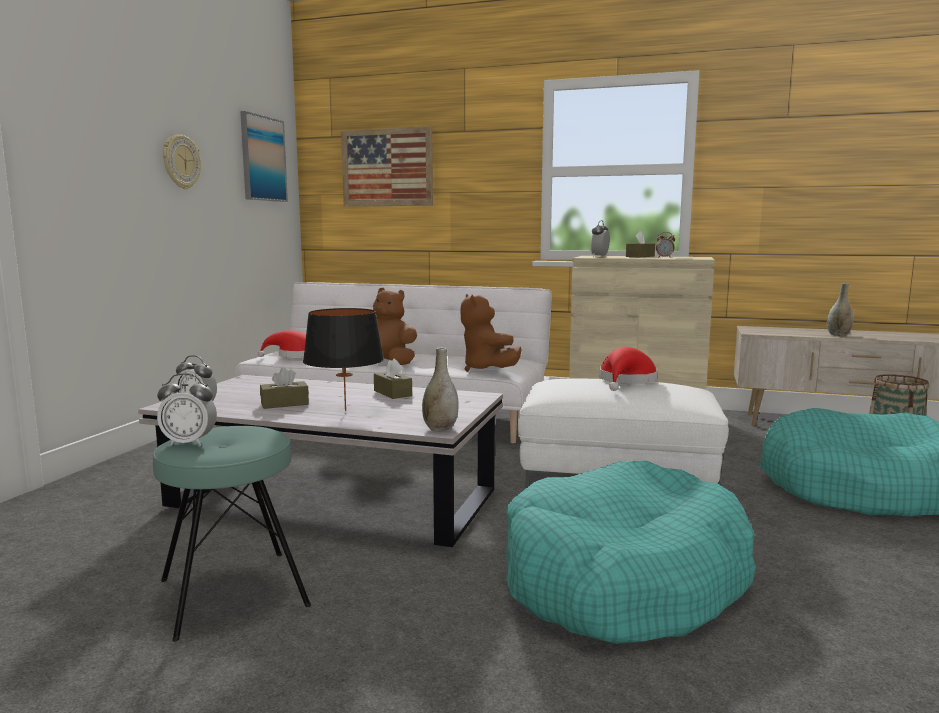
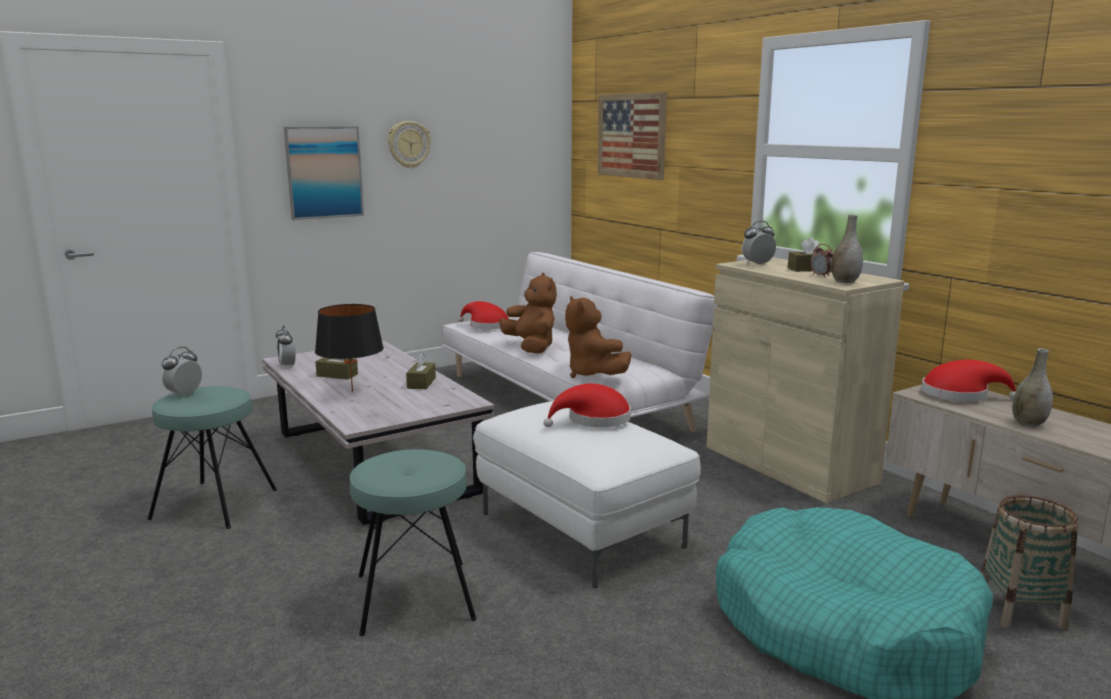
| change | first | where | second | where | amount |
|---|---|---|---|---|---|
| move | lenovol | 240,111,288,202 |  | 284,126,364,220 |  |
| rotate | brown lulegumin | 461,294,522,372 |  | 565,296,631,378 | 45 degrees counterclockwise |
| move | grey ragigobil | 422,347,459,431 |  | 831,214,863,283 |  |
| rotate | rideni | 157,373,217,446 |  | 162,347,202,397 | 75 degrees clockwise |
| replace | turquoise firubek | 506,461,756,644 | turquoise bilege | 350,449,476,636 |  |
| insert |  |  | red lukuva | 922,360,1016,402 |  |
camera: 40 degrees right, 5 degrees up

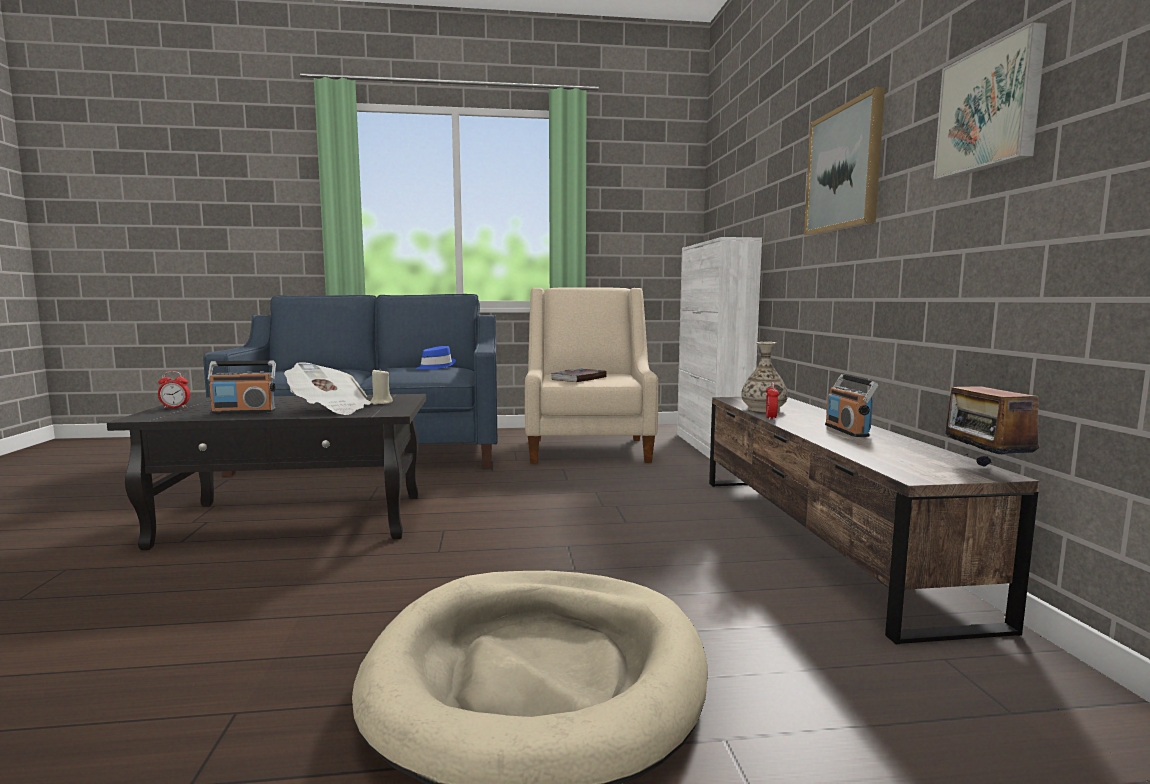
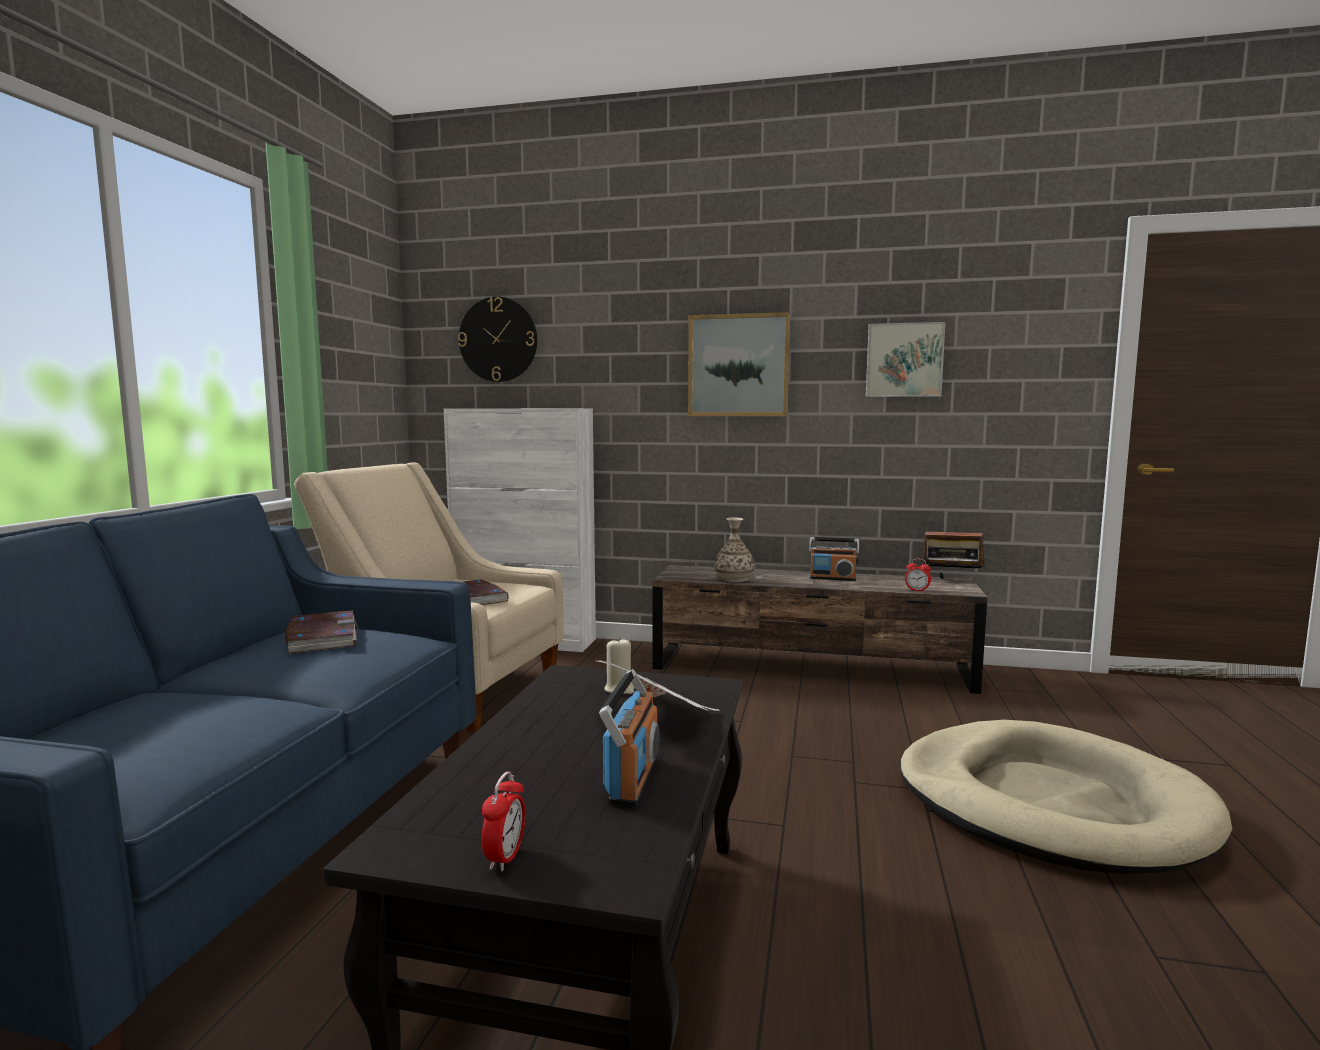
| change | first | where | second | where | amount |
|---|---|---|---|---|---|
| replace | blue lukuva | 416,346,456,369 | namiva | 285,611,358,653 |  |
| move | rideni | 766,382,779,420 |  | 905,558,931,592 |  |
| insert |  |  | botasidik | 458,296,537,382 |  |
camera: 70 degrees left, 0 degrees up

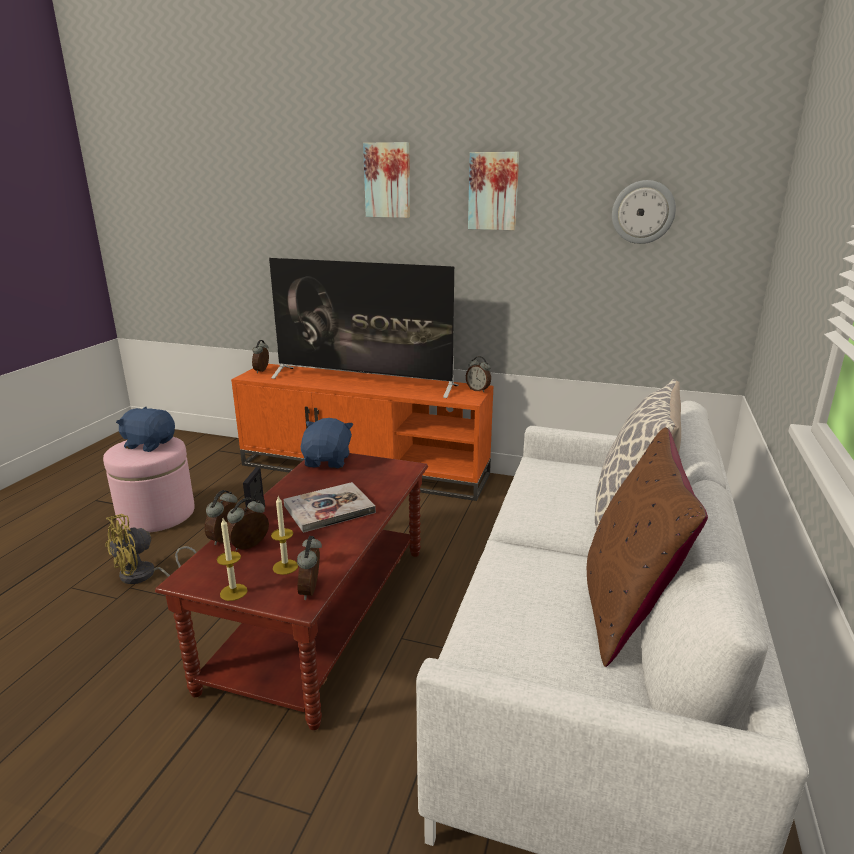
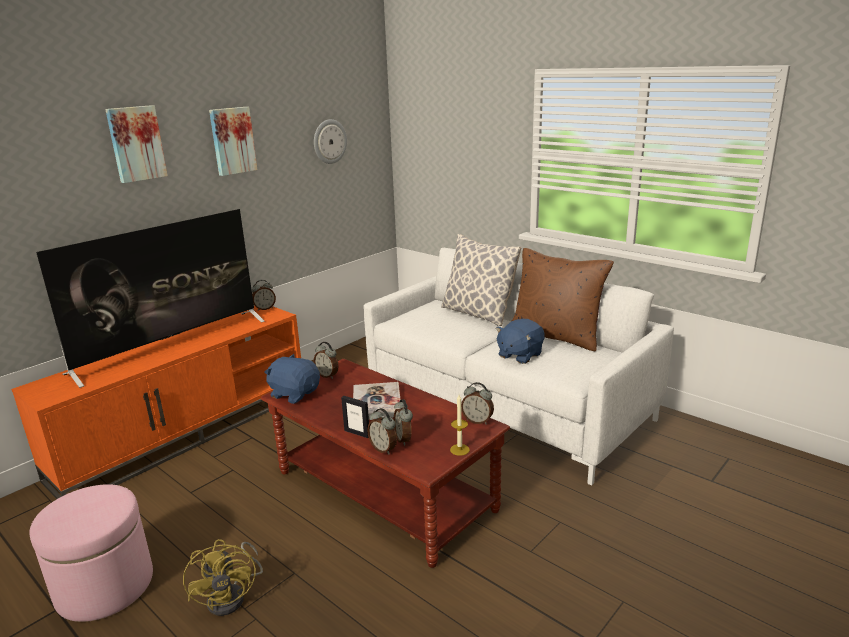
| change | first | where | second | where | amount |
|---|---|---|---|---|---|
| move | rideni | 252,340,269,373 |  | 314,342,339,379 |  |
| move | blue lulegumin | 116,407,175,452 |  | 495,319,545,364 |  |
| delete | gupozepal | 271,496,298,575 |  |  |  |
camera: 65 degrees left, 0 degrees up

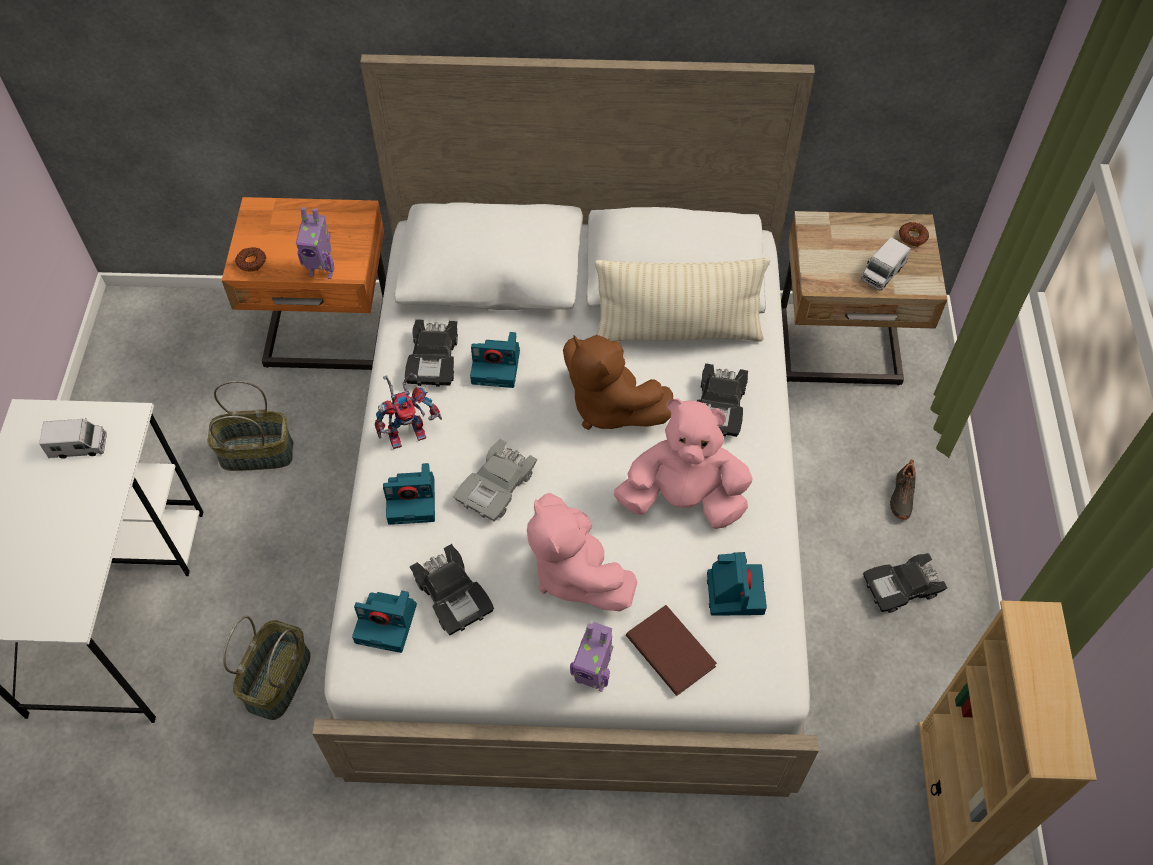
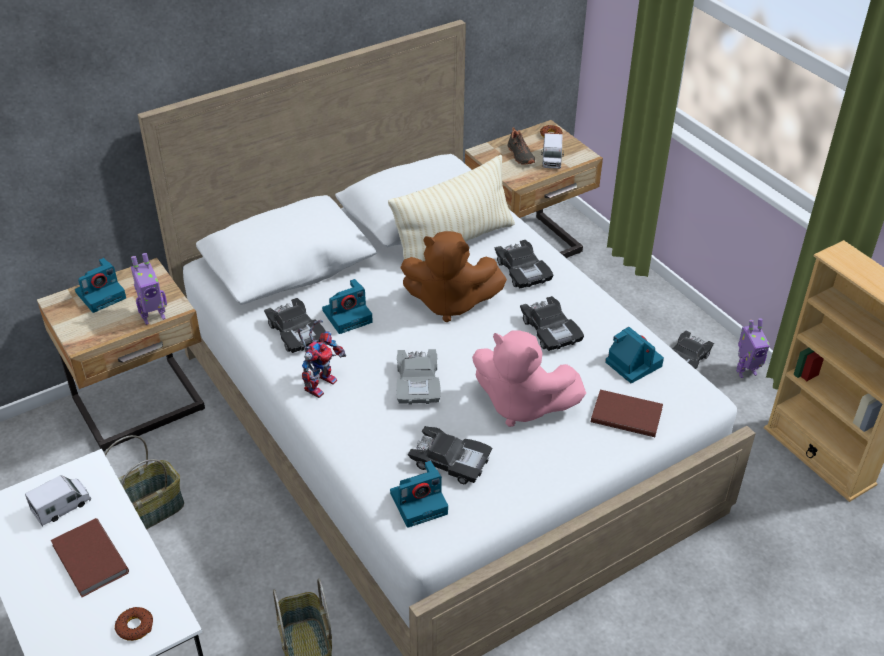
| change | first | where | second | where | amount |
|---|---|---|---|---|---|
| recolor | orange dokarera | 222,197,386,370 | beige dokarera | 37,258,205,451 |  |
| move | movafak | 235,247,266,272 |  | 115,607,153,641 |  |
| replace | pink lulegumin | 614,398,753,529 | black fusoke | 520,296,584,351 |  |
| move | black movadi | 890,459,916,520 |  | 508,127,535,165 |  |
| move | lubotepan | 383,463,435,525 |  | 75,258,126,313 |  |
| move | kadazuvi | 570,622,613,692 |  | 736,318,770,378 |  |
| insert |  |  | brown namiva | 51,518,129,597 |  |
camera: 35 degrees left, 15 degrees down

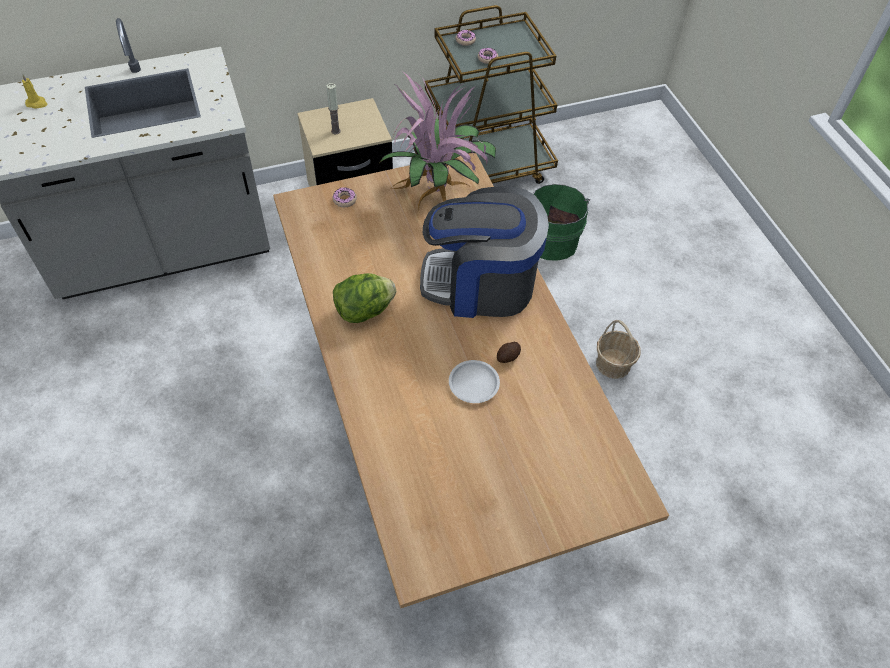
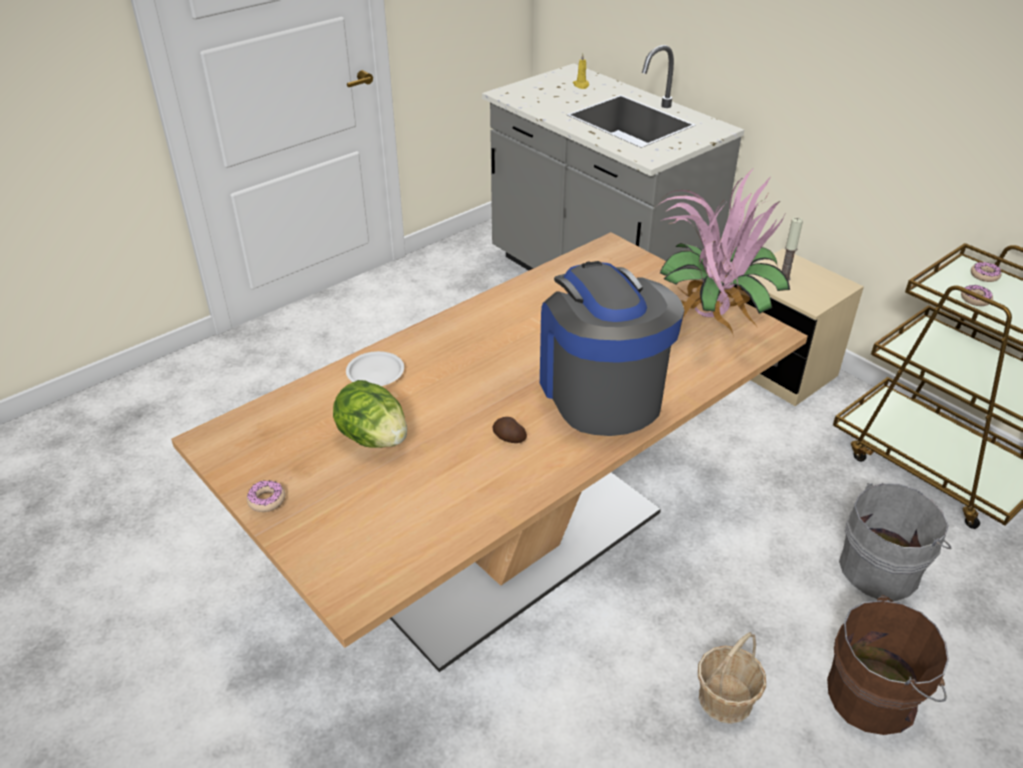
| change | first | where | second | where | amount |
|---|---|---|---|---|---|
| recolor | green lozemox | 533,184,590,261 | grey lozemox | 839,483,951,601 |  |
| move | movafak | 333,187,357,207 |  | 247,480,286,512 |  |
| move | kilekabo | 333,273,396,323 |  | 333,380,407,448 |  |
| move | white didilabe | 449,360,500,403 |  | 346,351,404,386 |  |
| insert |  |  | brown lozemox | 827,595,949,735 |  |
camera: 70 degrees right, 15 degrees down

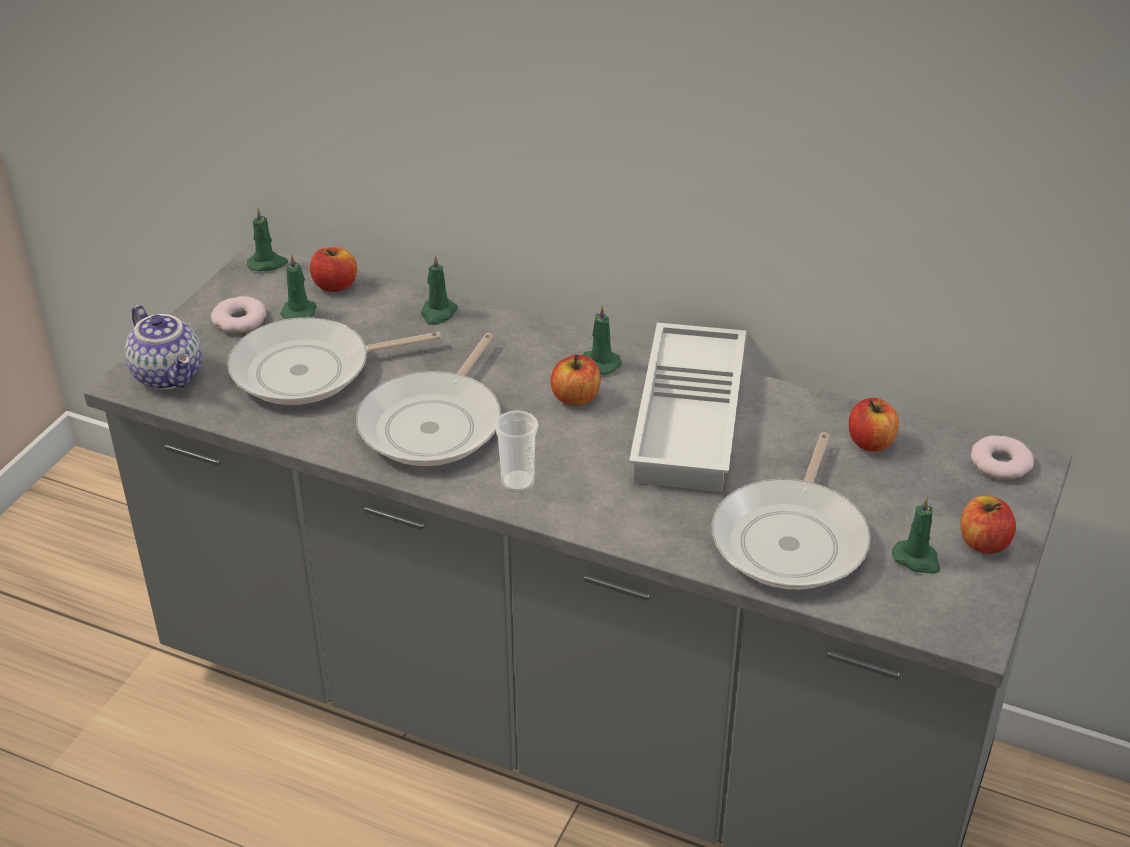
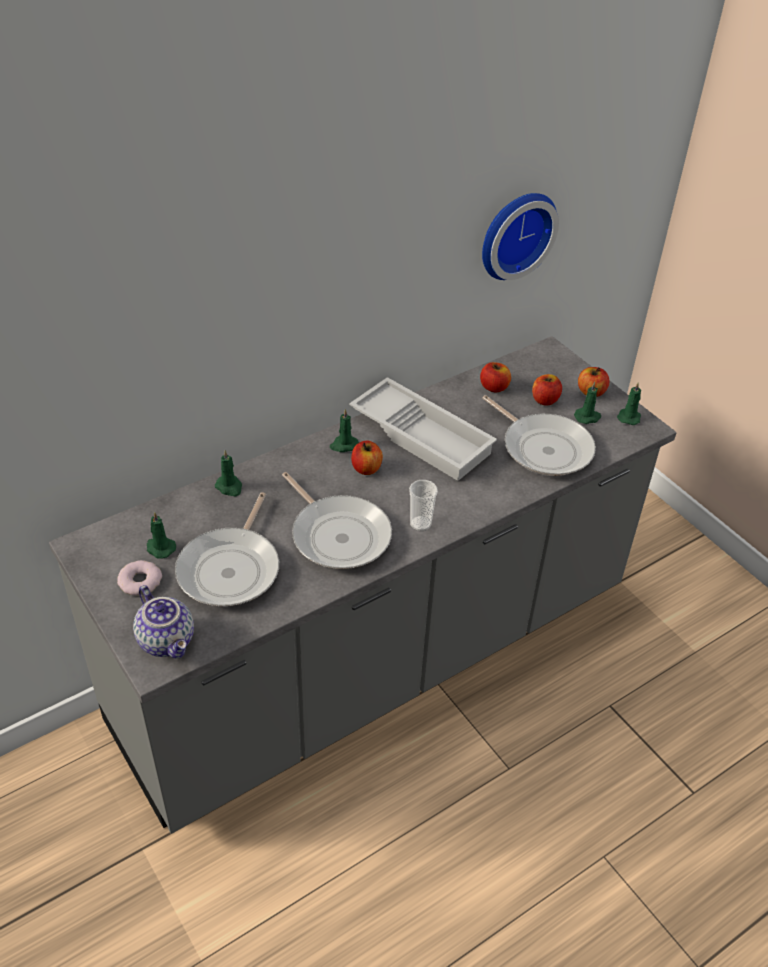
| change | first | where | second | where | amount |
|---|---|---|---|---|---|
| move | green gupozepal | 247,208,288,272 |  | 617,383,641,425 |  |
| move | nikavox | 310,247,357,292 |  | 532,374,562,406 |  |
| rotate | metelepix | 125,305,202,390 |  | 133,585,194,659 | 60 degrees clockwise |
| delete | movafak | 971,435,1034,480 |  |  |  |
| insert |  |  | botasidik | 482,193,559,280 |  |
camera: 60 degrees left, 5 degrees up

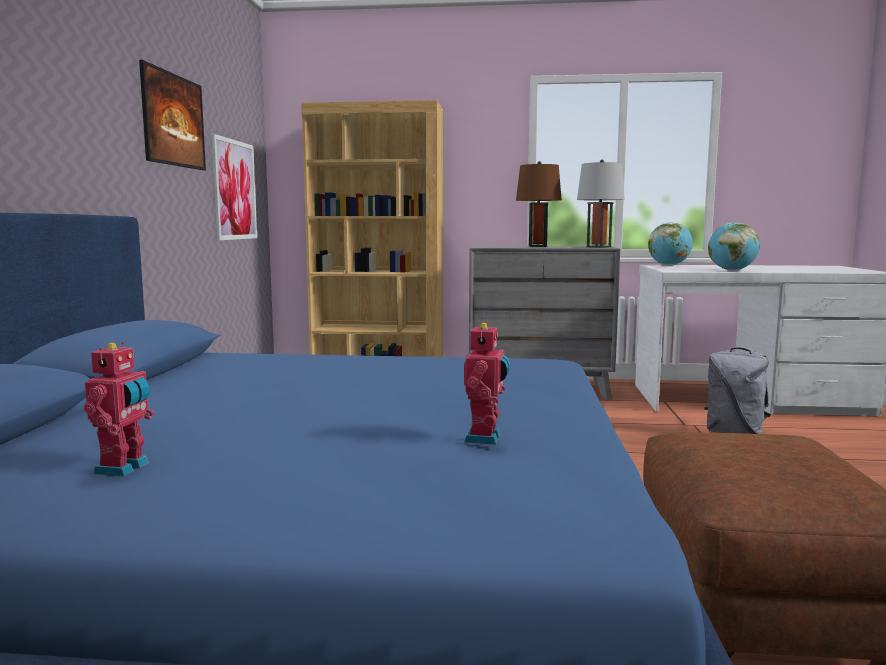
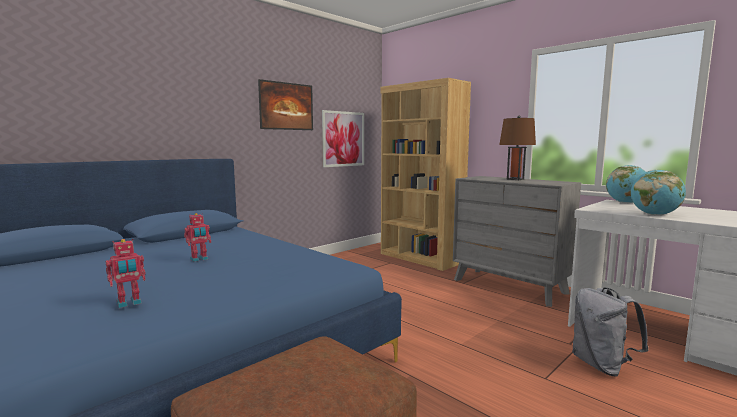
| change | first | where | second | where | amount |
|---|---|---|---|---|---|
| delete | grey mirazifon | 577,159,625,248 |  |  |  |
| move | kadazuvi | 84,342,154,477 |  | 184,213,211,262 |  |
camera: 40 degrees right, 0 degrees up

